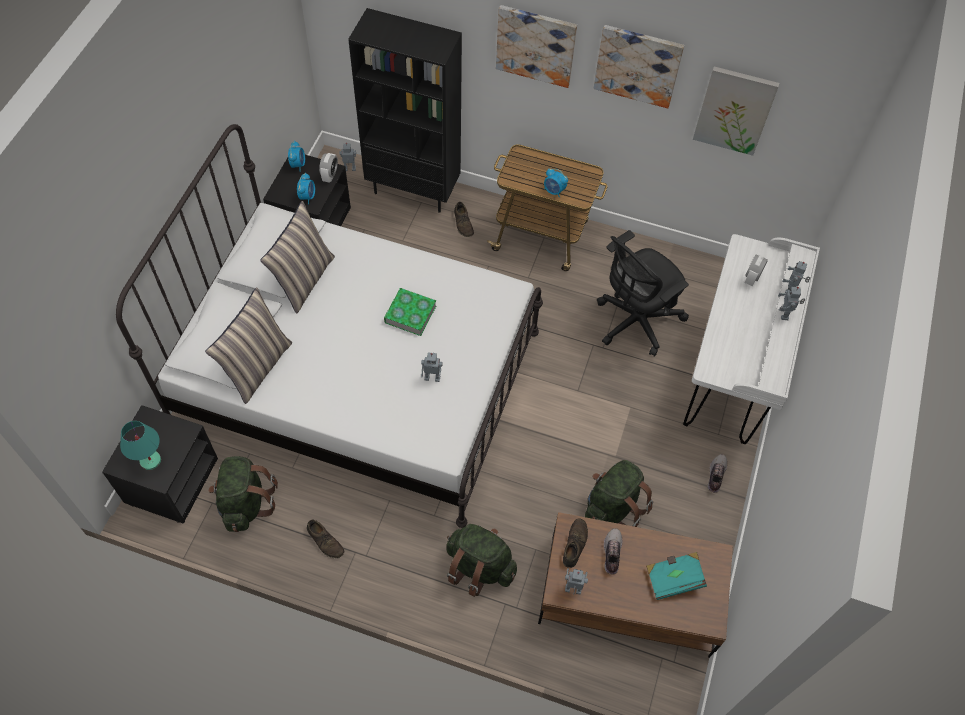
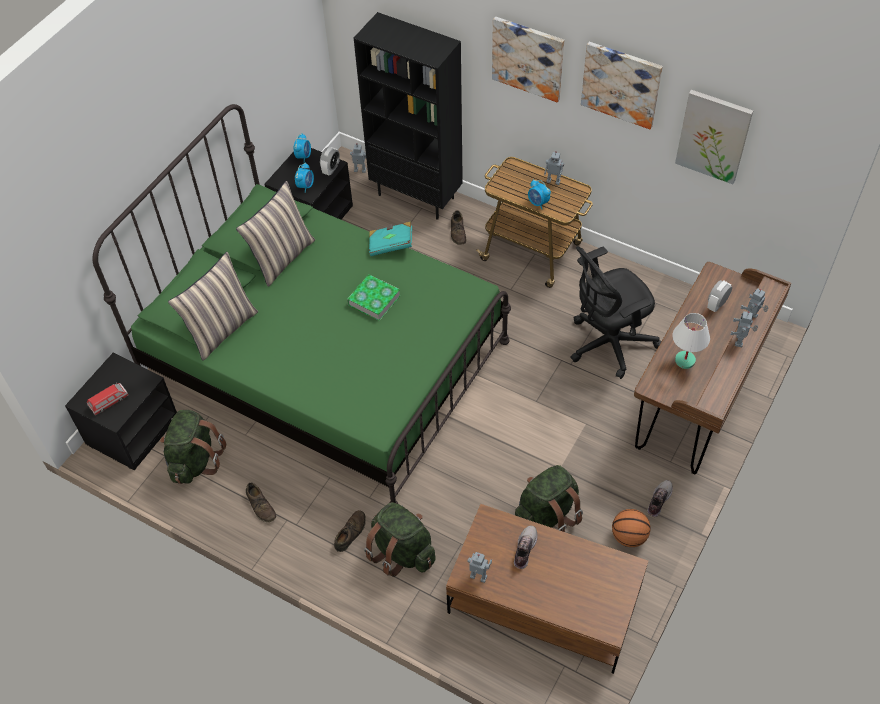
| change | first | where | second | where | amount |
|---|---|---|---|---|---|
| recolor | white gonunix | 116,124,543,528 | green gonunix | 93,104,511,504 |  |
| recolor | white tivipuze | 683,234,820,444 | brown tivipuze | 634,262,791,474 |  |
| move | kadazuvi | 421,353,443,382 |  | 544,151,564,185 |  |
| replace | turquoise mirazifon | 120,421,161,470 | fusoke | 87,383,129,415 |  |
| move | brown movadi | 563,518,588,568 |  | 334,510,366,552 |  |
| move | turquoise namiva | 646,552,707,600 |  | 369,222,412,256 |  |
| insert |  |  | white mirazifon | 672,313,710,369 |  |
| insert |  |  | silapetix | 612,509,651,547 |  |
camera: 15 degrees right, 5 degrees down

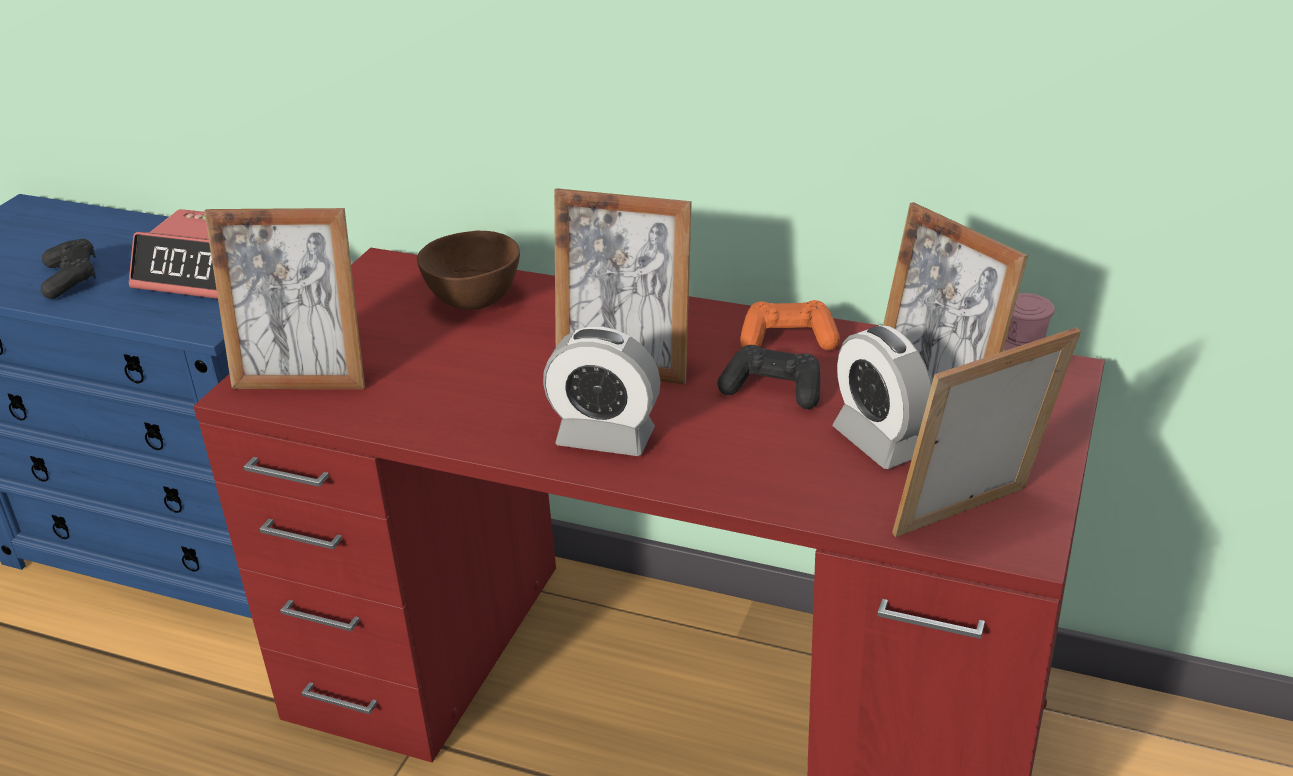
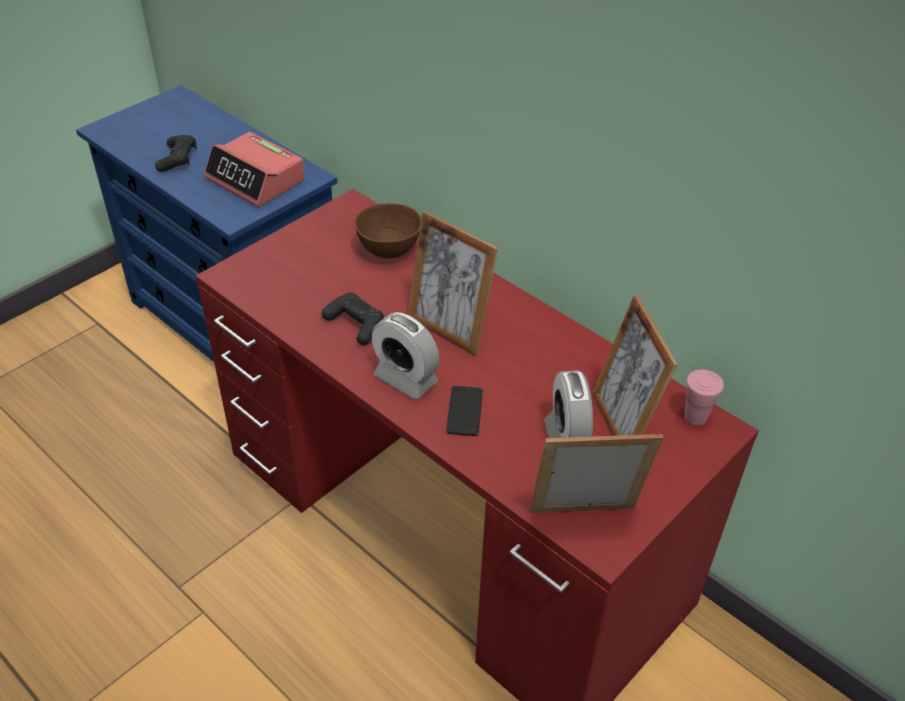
| change | first | where | second | where | amount |
|---|---|---|---|---|---|
| delete | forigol | 204,208,365,389 |  |  |  |
| delete | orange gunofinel | 740,300,840,350 |  |  |  |
| move | black gunofinel | 717,345,820,409 |  | 322,292,384,345 |  |
| insert |  |  | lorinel | 446,386,483,436 |  |
camera: 20 degrees right, 10 degrees up

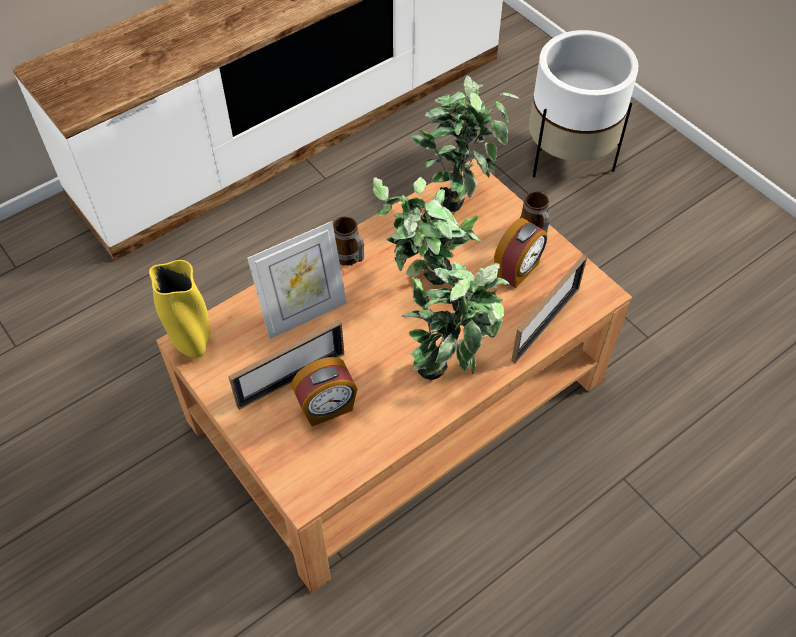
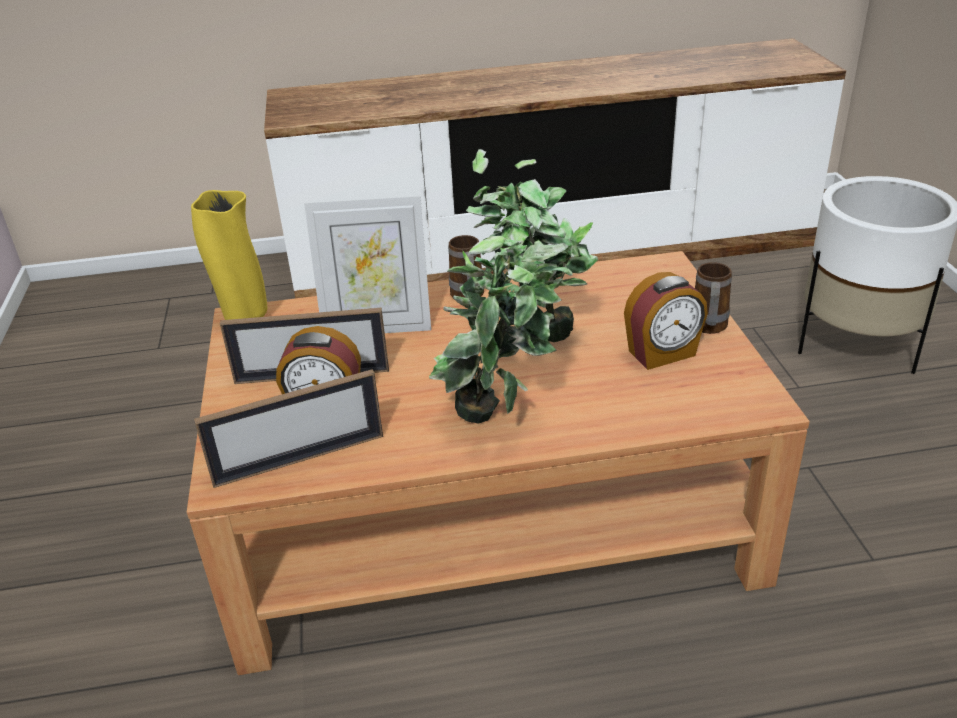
| change | first | where | second | where | amount |
|---|---|---|---|---|---|
| delete | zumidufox | 411,76,519,212 |  |  |  |
| move | forigol | 511,255,587,363 |  | 194,369,383,488 |  |
camera: 30 degrees right, 20 degrees down

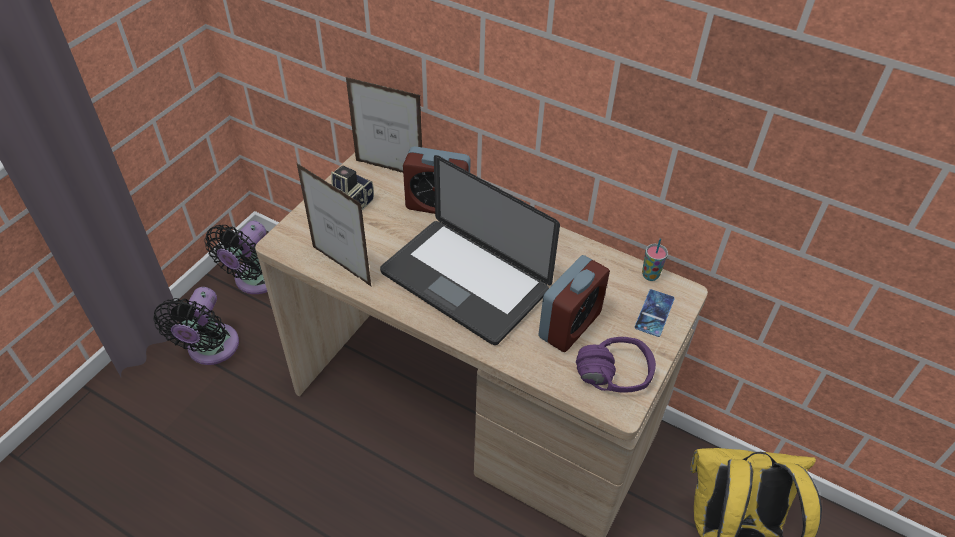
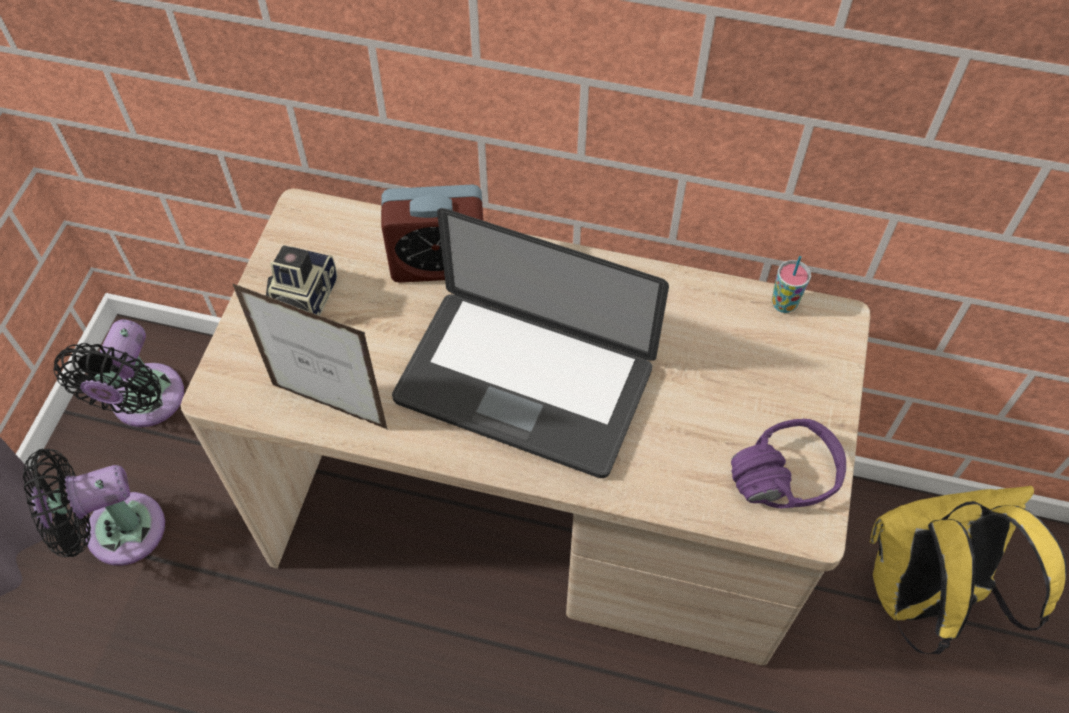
| change | first | where | second | where | amount |
|---|---|---|---|---|---|
| delete | forigol | 346,77,422,173 |  |  |  |
| delete | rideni | 538,255,610,352 |  |  |  |
| rotate | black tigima | 153,287,239,365 |  | 23,449,165,565 | 75 degrees clockwise |
| delete | lorinel | 634,289,675,337 |  |  |  |
camera: 15 degrees left, 10 degrees up

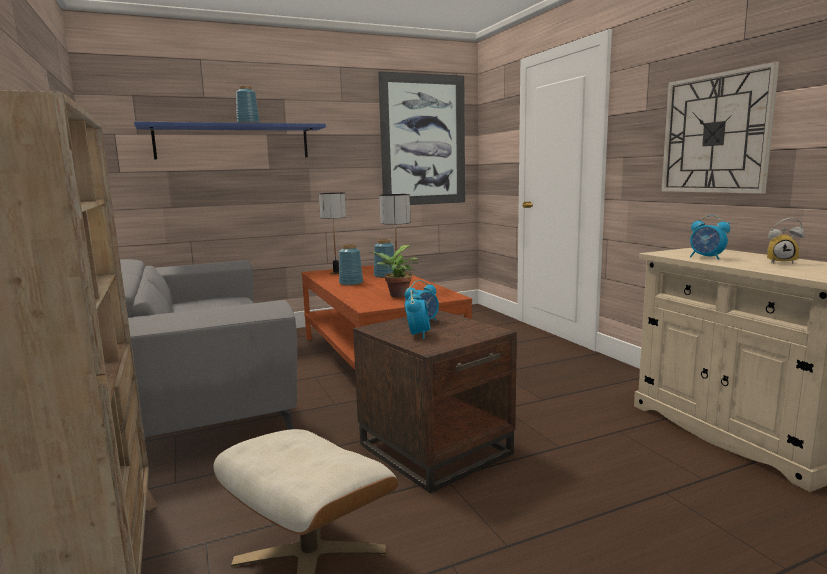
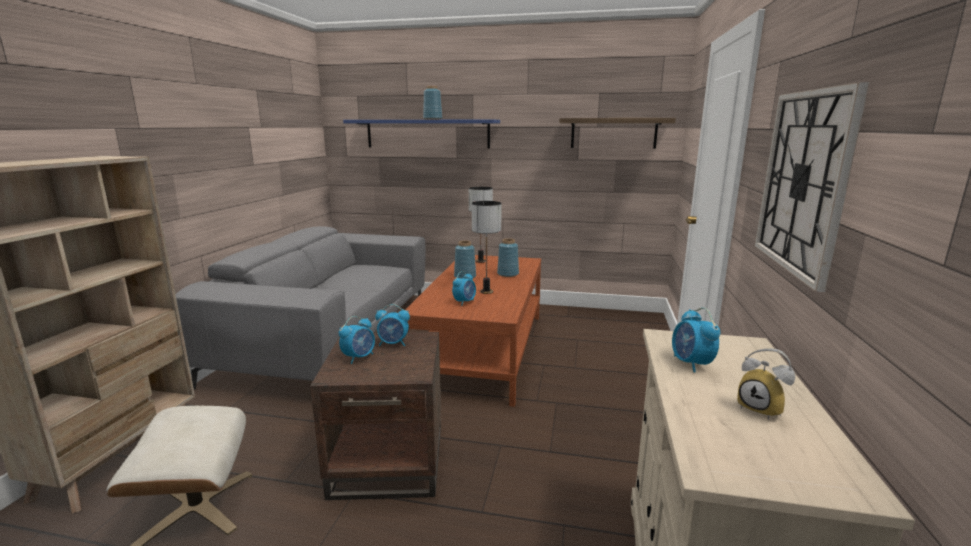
| change | first | where | second | where | amount |
|---|---|---|---|---|---|
| replace | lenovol | 378,71,465,205 | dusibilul | 559,118,676,149 |  |
| replace | zumidufox | 370,245,419,298 | rideni | 452,271,476,306 |  |
camera: 35 degrees right, 5 degrees up

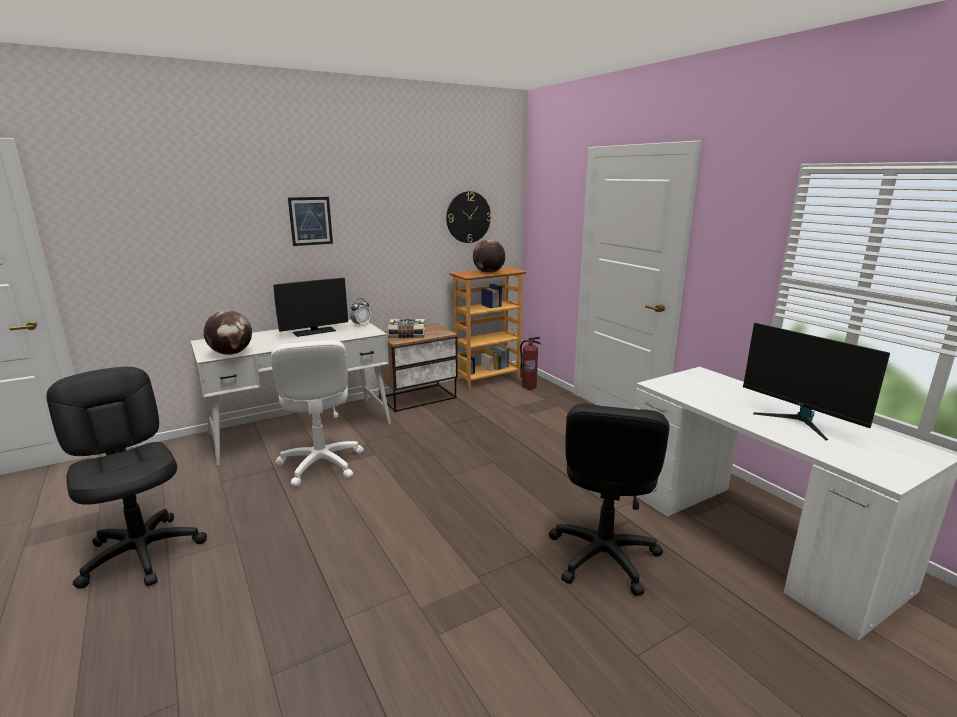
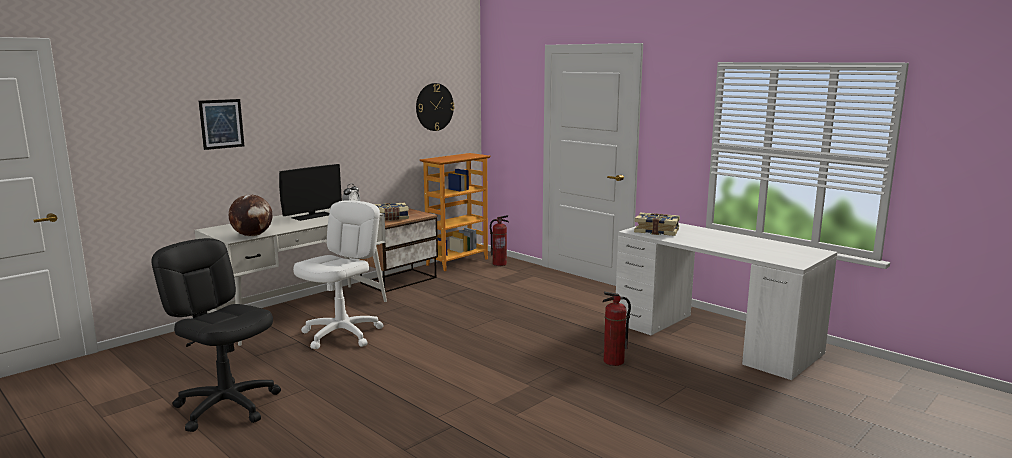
| change | first | where | second | where | amount |
|---|---|---|---|---|---|
| move | lenovol | 288,197,333,246 |  | 199,99,244,150 |  |
| delete | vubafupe | 473,240,505,273 |  |  |  |
| delete | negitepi | 743,323,890,440 |  |  |  |
| rotate | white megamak | 271,340,364,486 |  | 293,200,384,349 | 120 degrees counterclockwise |
| replace | black megamak | 549,404,669,596 | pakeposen | 602,292,631,366 |  |
| insert |  |  | namiva | 634,213,680,236 |  |
camera: 15 degrees left, 5 degrees down

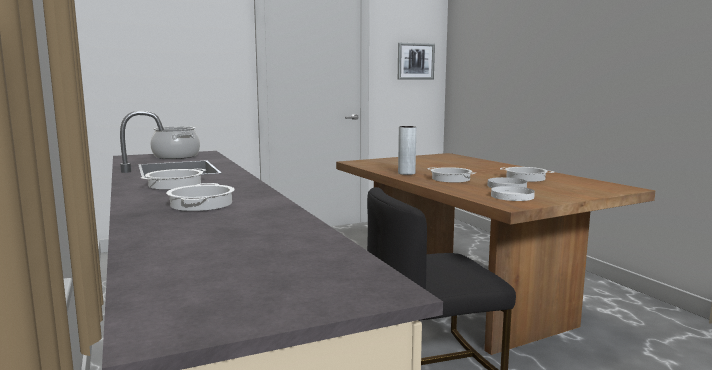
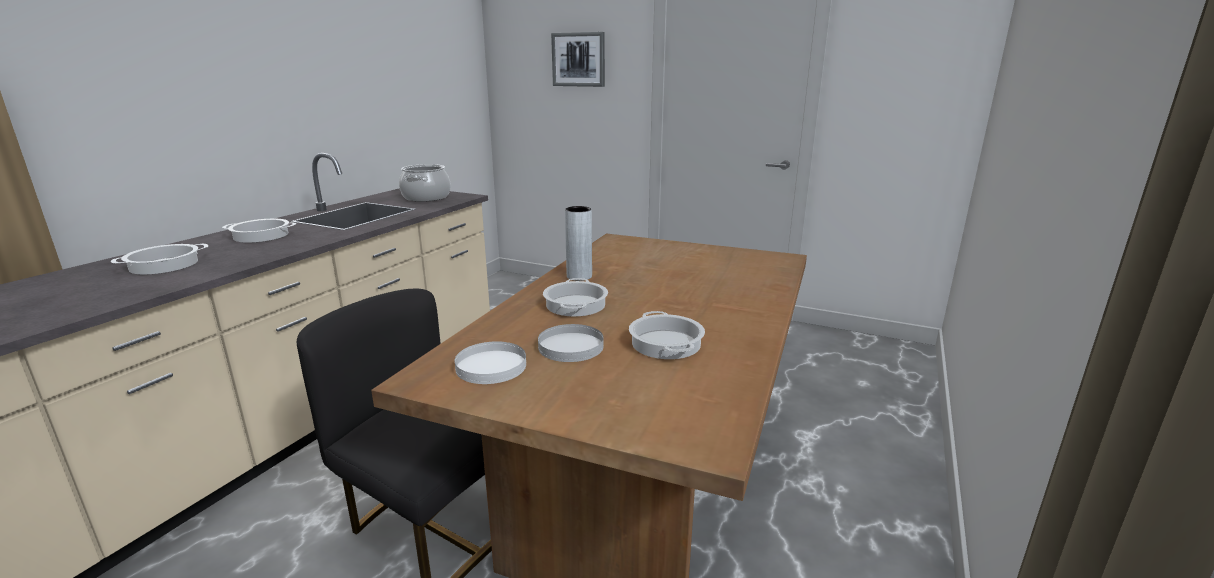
| change | first | where | second | where | amount |
|---|---|---|---|---|---|
| move | lenovol | 398,43,435,80 |  | 551,32,605,87 |  |
camera: 50 degrees right, 10 degrees up

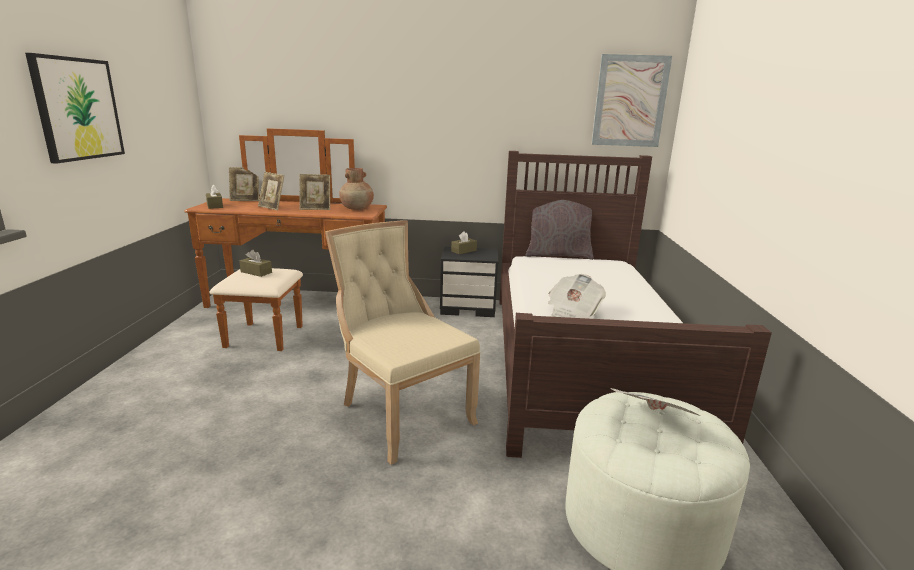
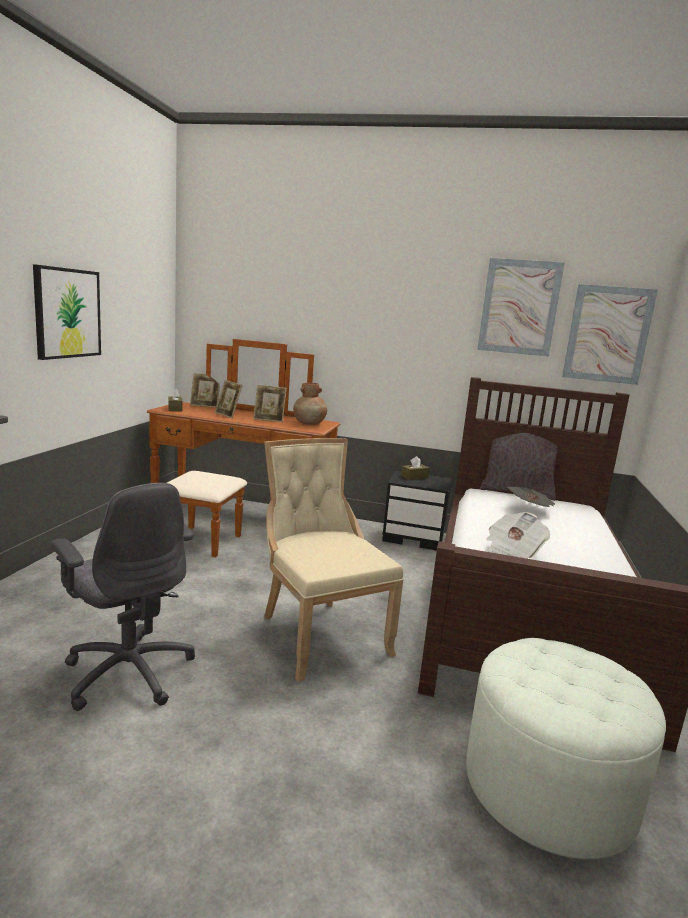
| change | first | where | second | where | amount |
|---|---|---|---|---|---|
| delete | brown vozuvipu | 239,250,272,277 |  |  |  |
| move | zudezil | 610,388,700,416 |  | 507,487,555,507 |  |
| insert |  |  | lenovol | 477,258,565,357 |  |
| insert |  |  | grey megamak | 50,483,195,711 |  |
camera: 10 degrees right, 5 degrees down

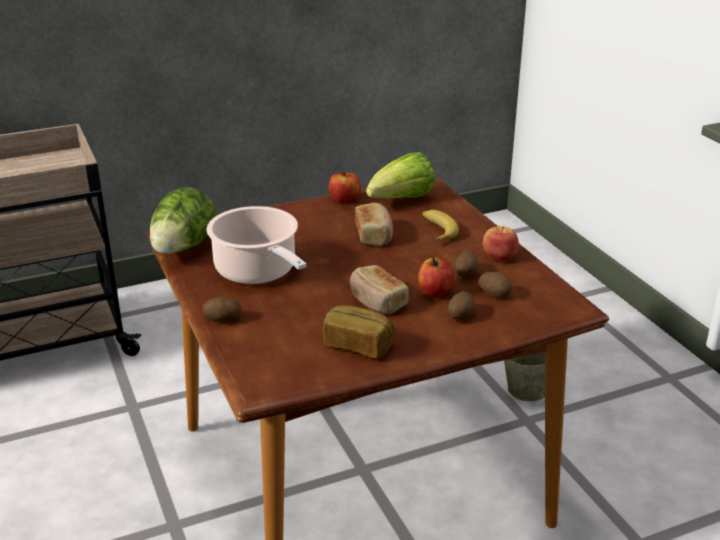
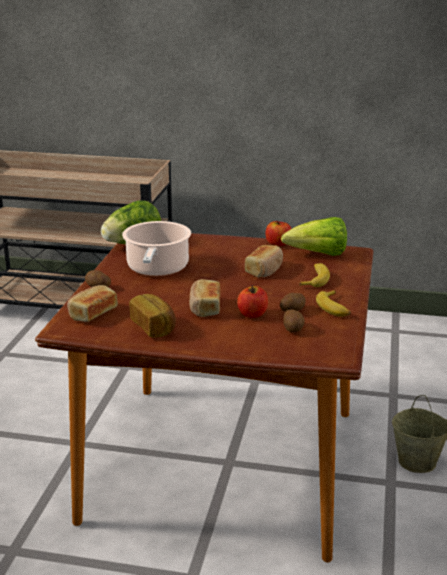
| change | first | where | second | where | amount |
|---|---|---|---|---|---|
| replace | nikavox | 483,226,519,262 | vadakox | 316,290,351,317 |  |
| delete | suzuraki | 448,291,475,320 |  |  |  |
| insert |  |  | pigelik | 67,285,118,322 |  |
camera: 35 degrees right, 5 degrees down

